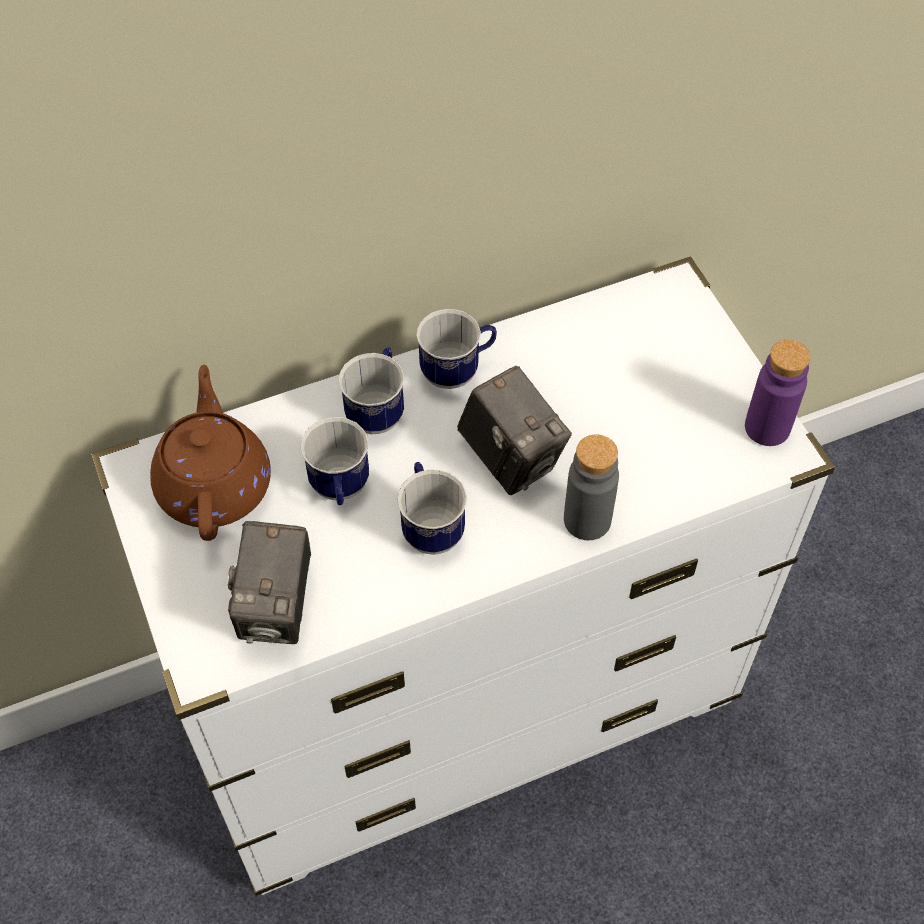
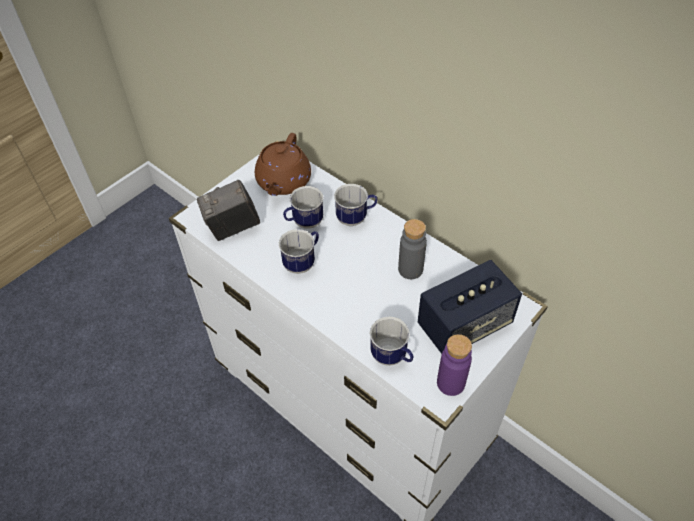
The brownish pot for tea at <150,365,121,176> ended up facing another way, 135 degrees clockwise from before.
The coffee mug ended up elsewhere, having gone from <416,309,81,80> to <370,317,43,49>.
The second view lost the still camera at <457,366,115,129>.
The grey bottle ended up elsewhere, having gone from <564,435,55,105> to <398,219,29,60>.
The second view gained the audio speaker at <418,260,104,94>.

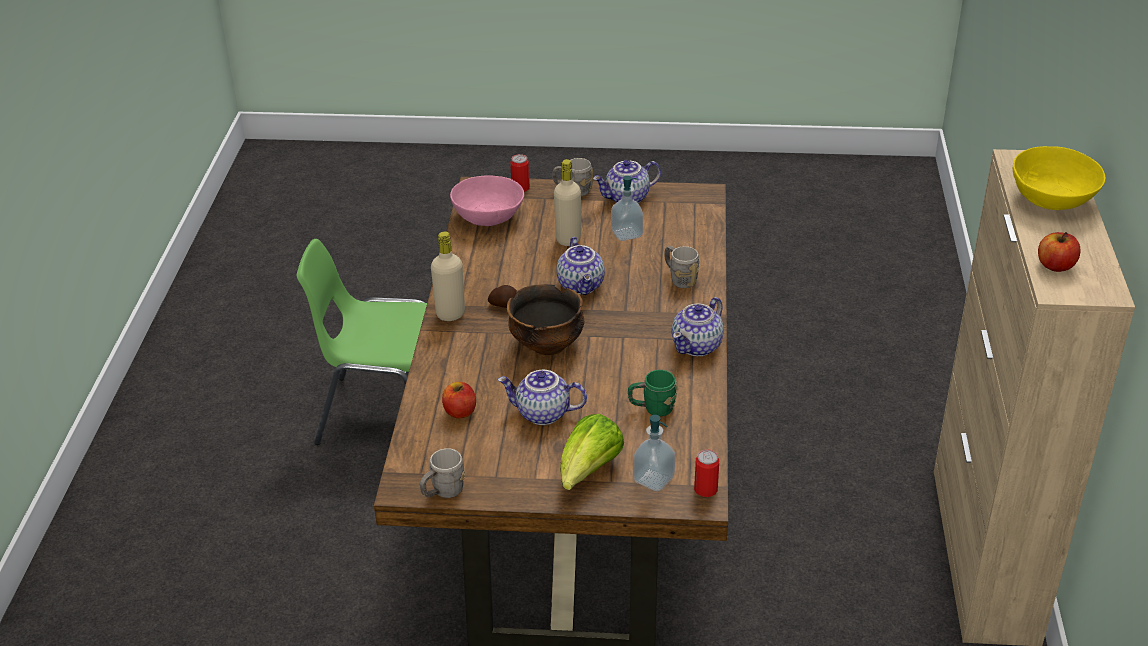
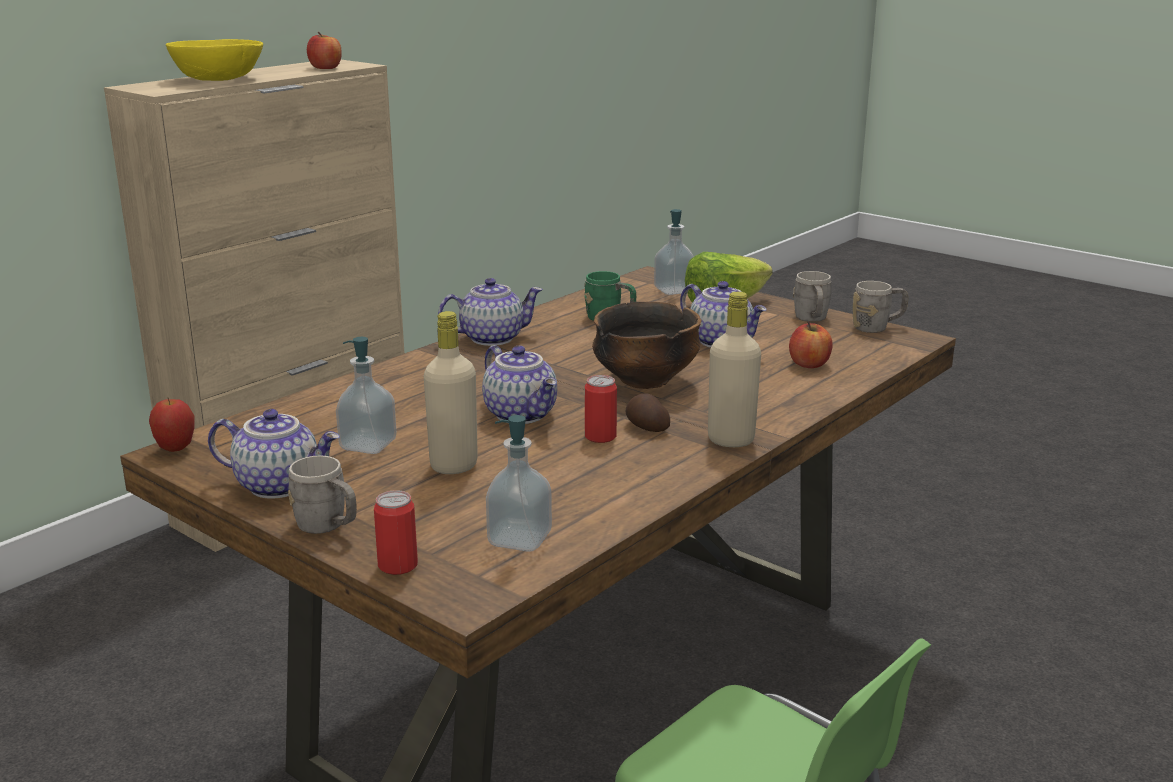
Where the pink-coloured deep dish stood at <450,175,74,51>, the liquid soap bottle came to stand at <486,415,66,137>.
The pot for tea at <556,237,49,58> ended up facing another way, 120 degrees clockwise from before.
The grey coffee mug ended up elsewhere, having gone from <665,246,35,42> to <793,271,38,51>.
The metal can ended up elsewhere, having gone from <694,449,25,48> to <585,375,32,68>.
The second view gained the apple fruit at <149,398,45,54>.

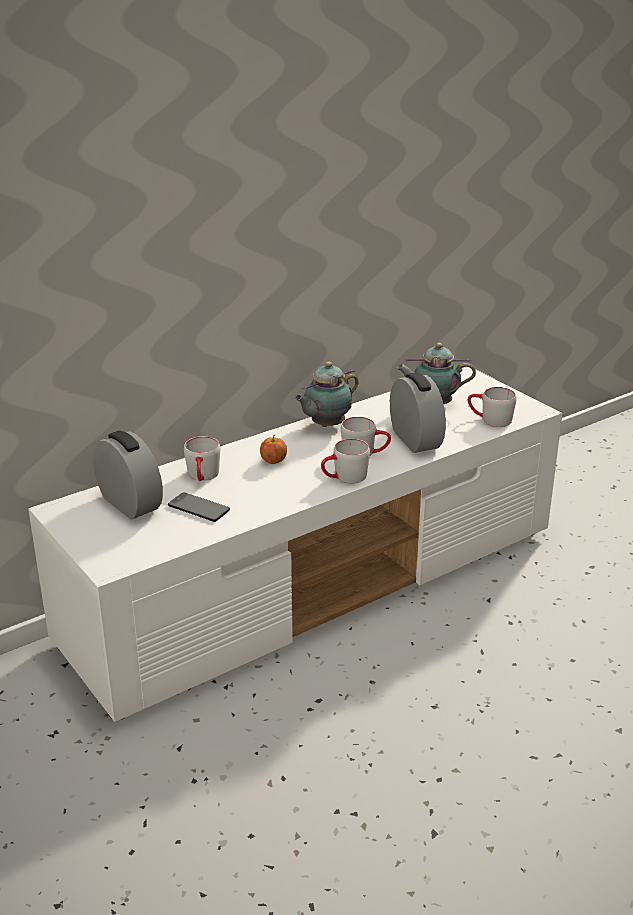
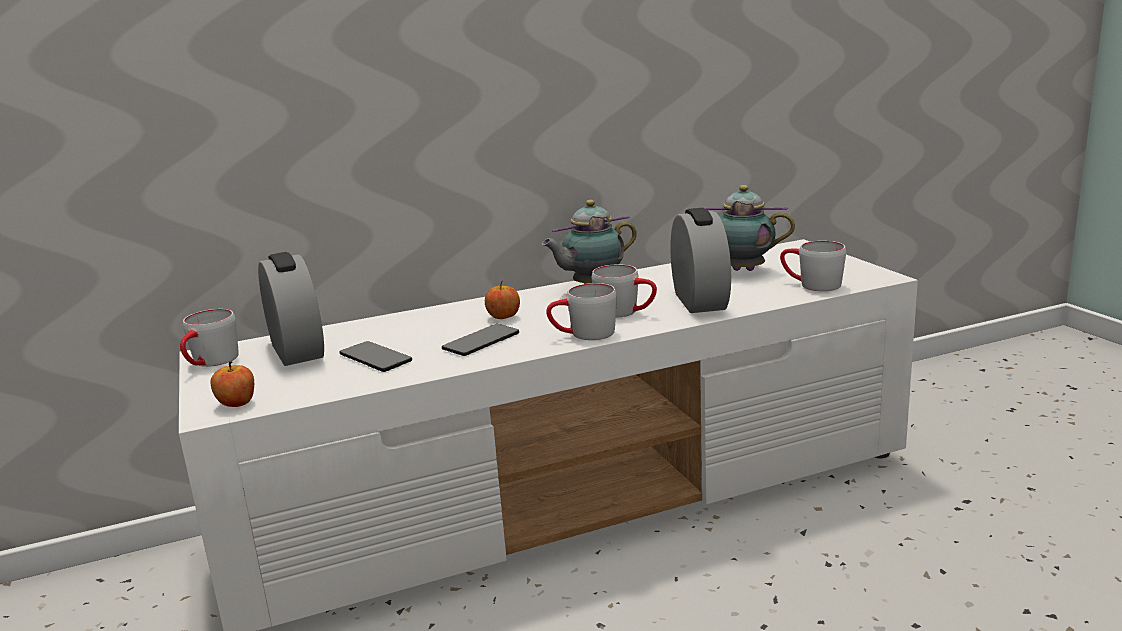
The grey coffee mug ended up elsewhere, having gone from <184,436,36,45> to <180,309,59,58>.
The second view gained the apple fruit at <210,361,44,46>.
The second view gained the telephone at <442,324,77,32>.

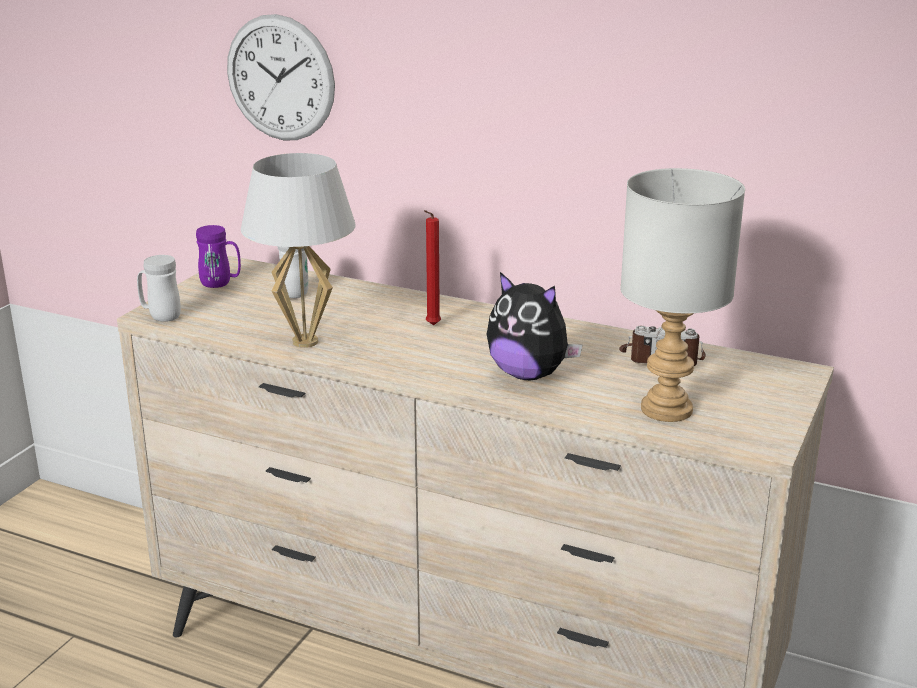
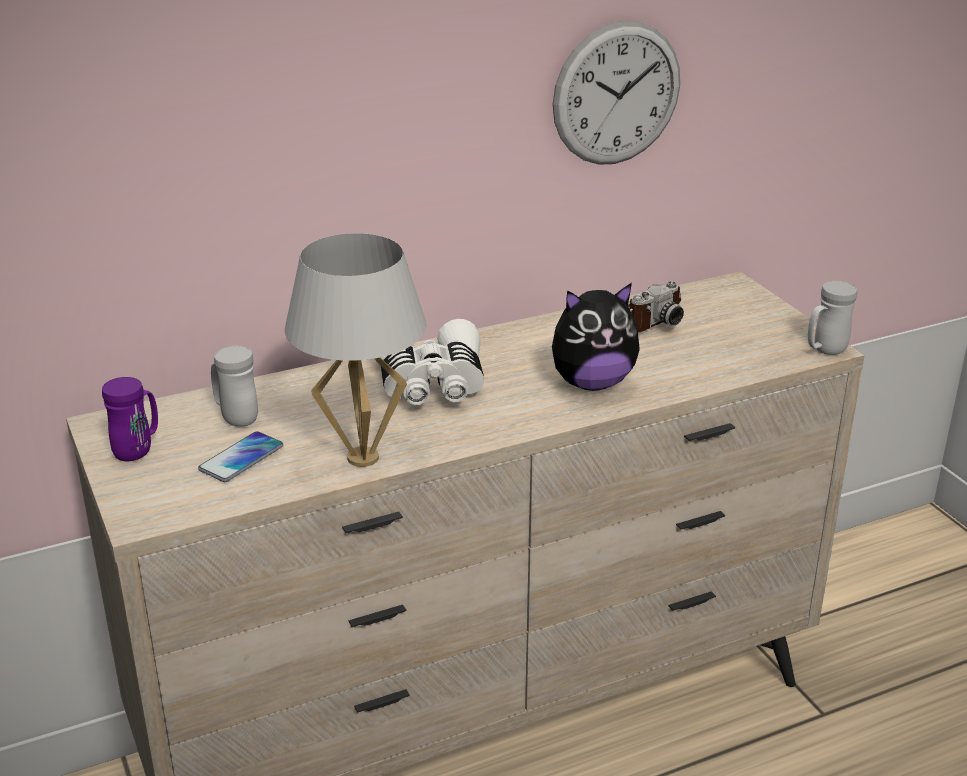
The white coffee mug ended up elsewhere, having gone from <137,255,44,67> to <808,281,49,74>.
The hanging clock ended up elsewhere, having gone from <227,14,108,126> to <553,21,127,144>.
Where the red candle stood at <424,210,17,115>, the white binoculars came to stand at <377,319,107,86>.
The second view lost the grey tabletop lamp at <620,168,125,254>.
The second view gained the telephone at <198,431,85,51>.

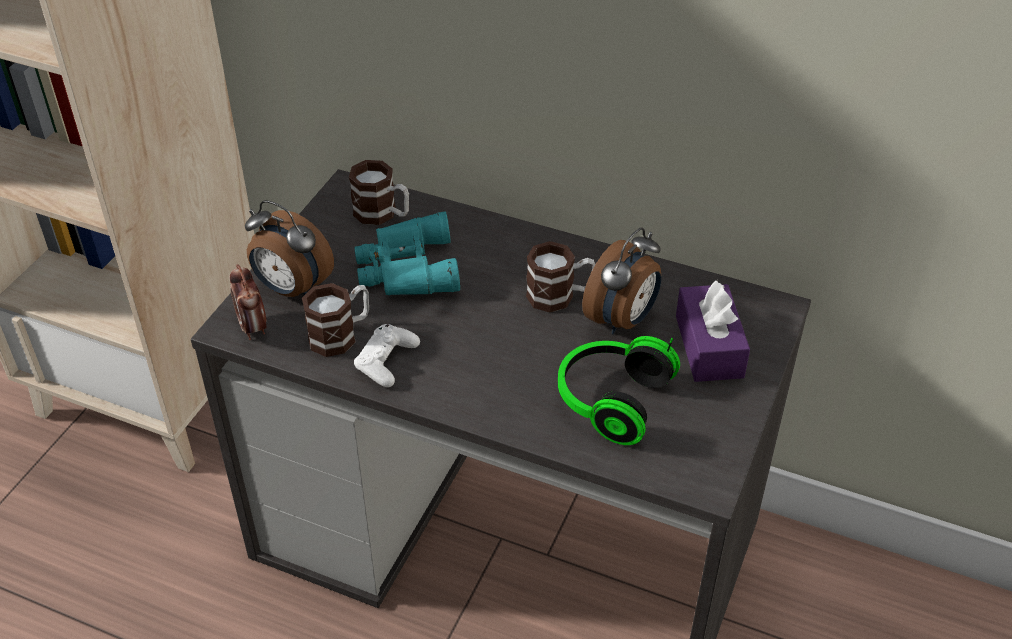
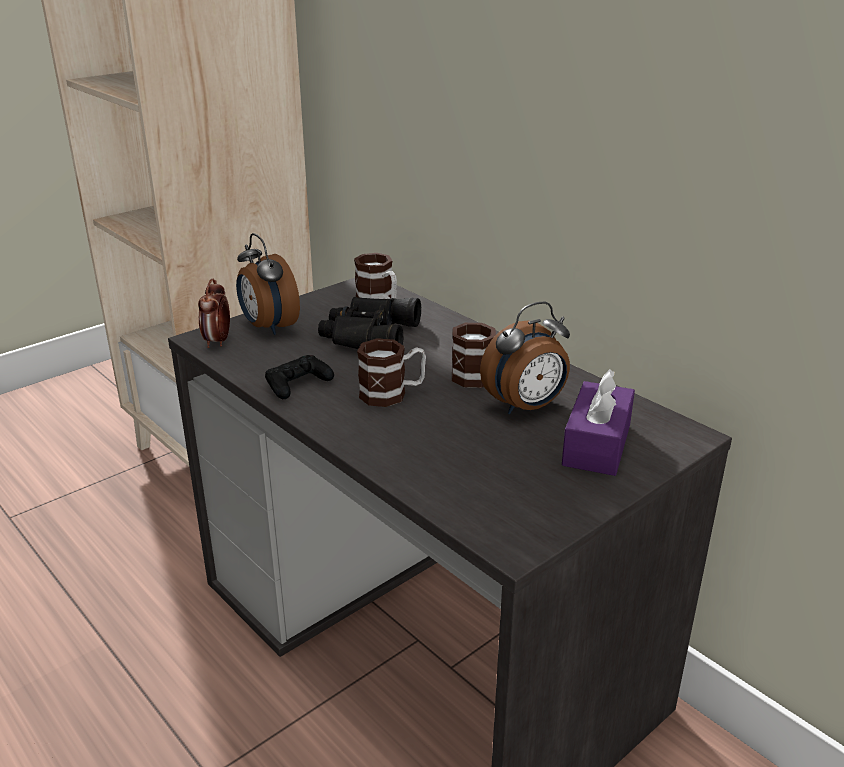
The coffee mug ended up elsewhere, having gone from <302,283,67,74> to <357,338,69,69>.
What was the white gamepad at <354,324,66,63> turned into the black-coloured gamepad at <265,355,69,44>.
What was the blue-green binoculars at <355,212,105,83> turned into the black-coloured binoculars at <318,297,103,52>.
The second view lost the pair of headphones at <558,336,122,109>.

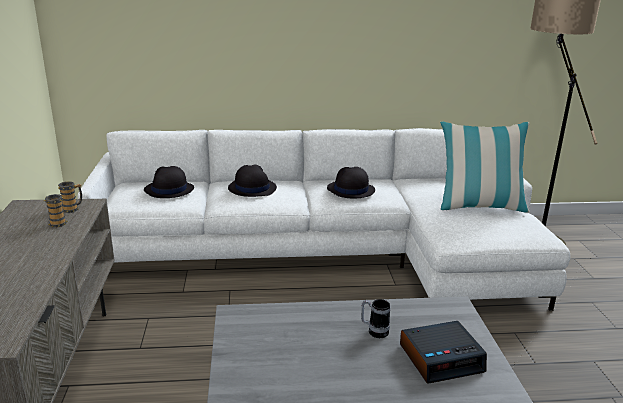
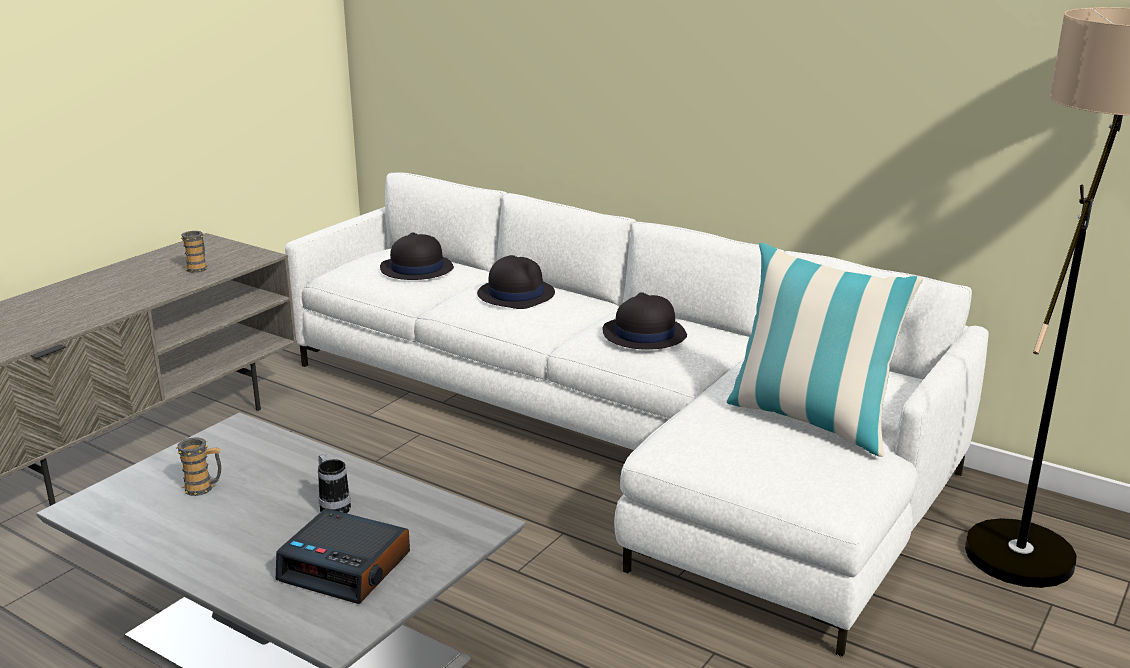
The coffee mug ended up elsewhere, having gone from <58,181,24,32> to <176,437,46,59>.

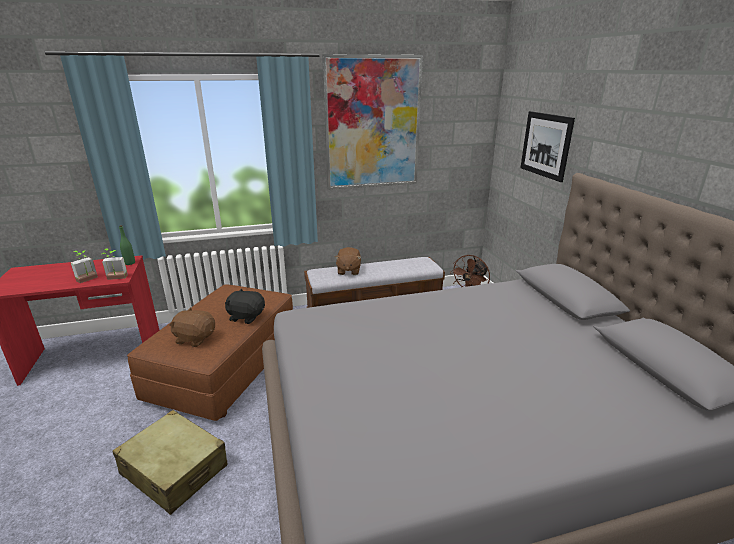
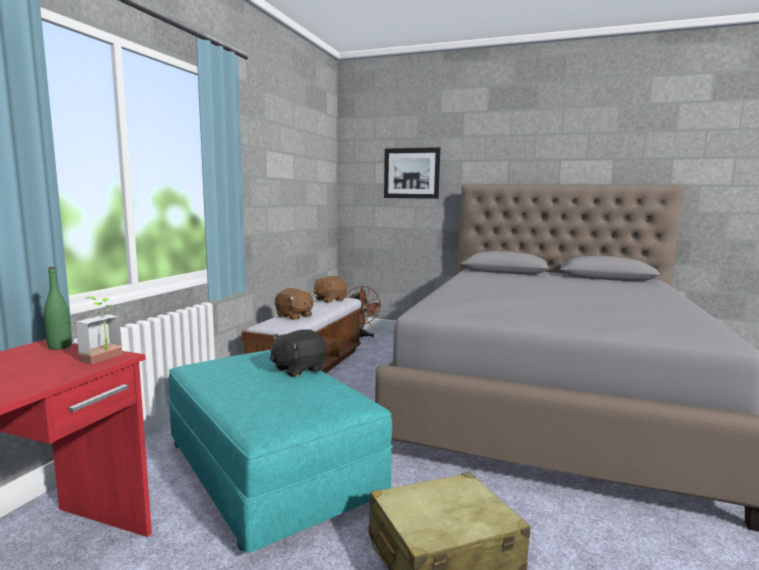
The second view lost the potted plant at <71,250,27,33>.
What was the brownish pouffe at <127,284,166,137> turned into the blue-green pouffe at <168,350,225,203>.
The brownish plush toy ended up elsewhere, having gone from <169,307,46,40> to <313,276,34,27>.
The second view lost the wall picture at <322,54,101,136>.

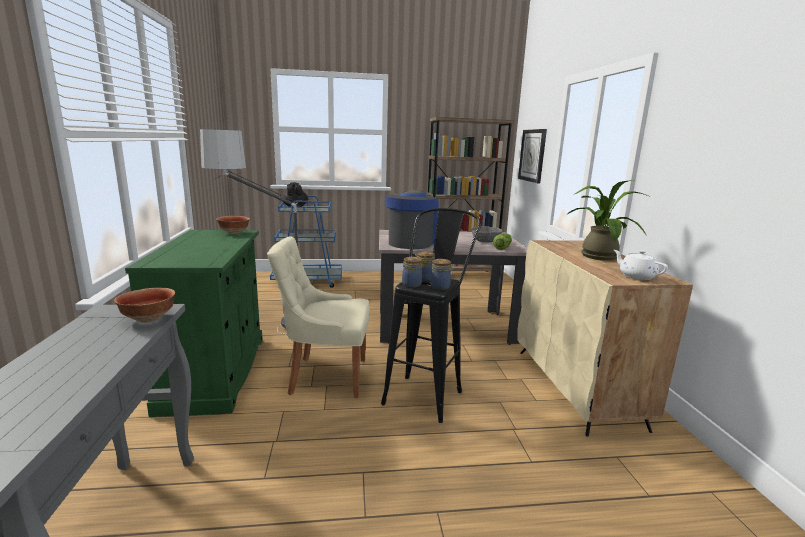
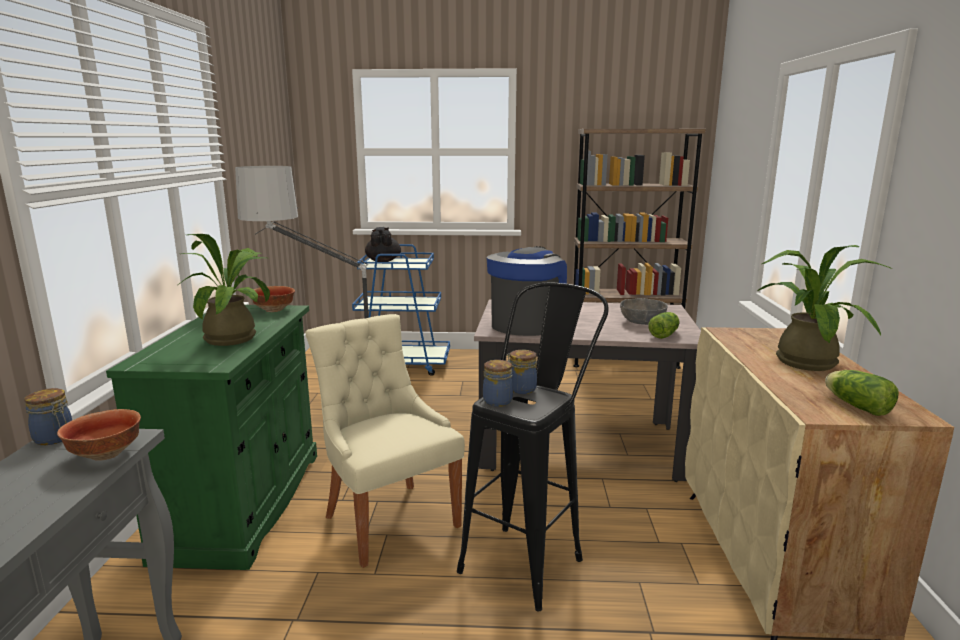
The sand-coloured plain chair at <267,236,103,162> ended up facing another way, 45 degrees clockwise from before.
The jar ended up elsewhere, having gone from <430,259,24,31> to <24,388,48,57>.
The second view lost the hanging clock at <518,129,29,54>.
Where the white pot for tea stood at <614,250,54,30>, the head of lettuce came to stand at <825,370,74,46>.
The second view gained the potted plant at <178,234,92,112>.

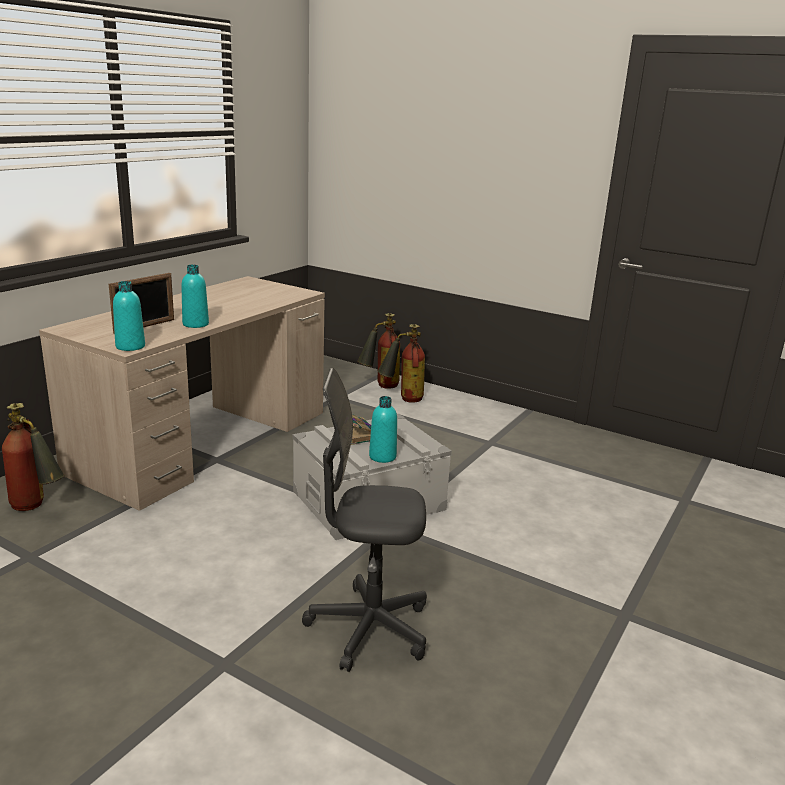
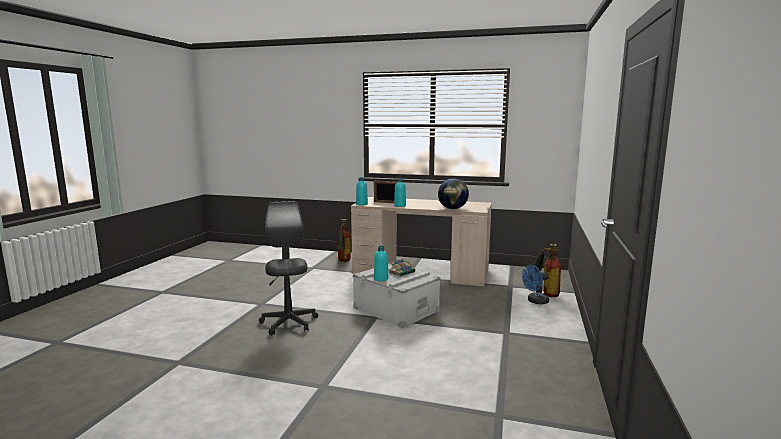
Where the extinguisher stood at <378,324,47,79>, the bluish fan came to stand at <522,265,27,39>.
The second view gained the world globe at <438,179,31,30>.

